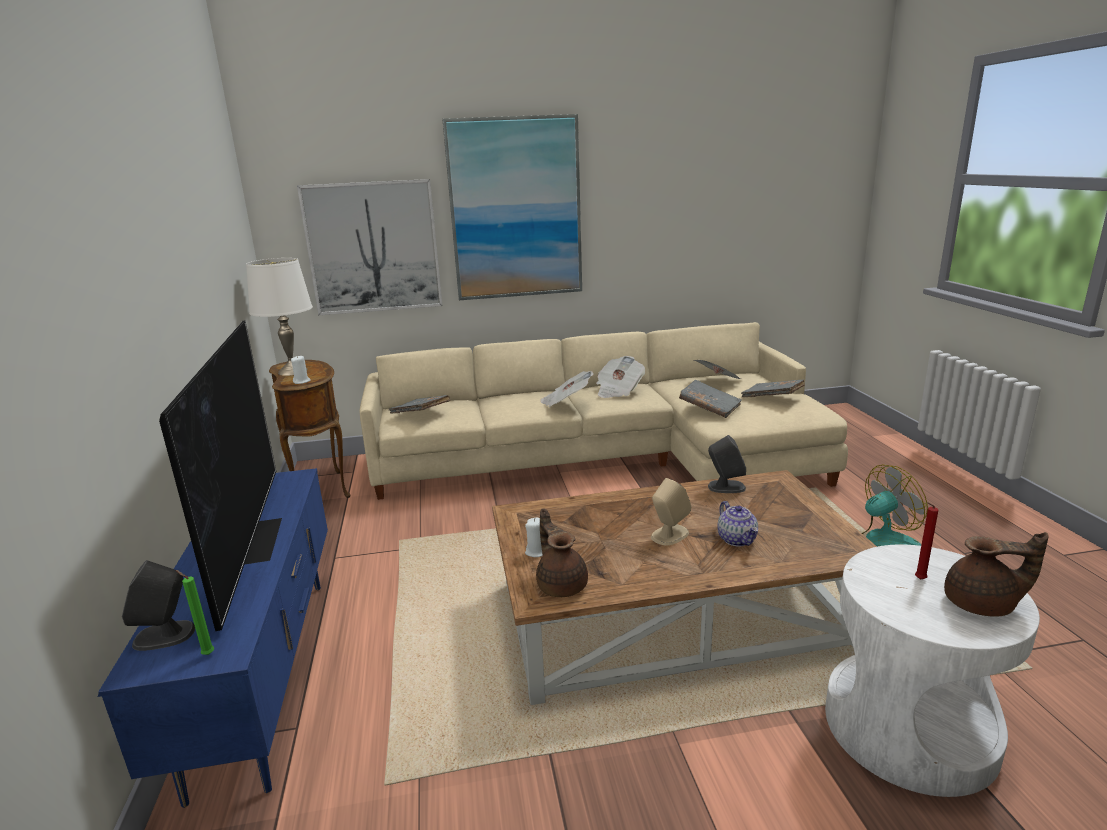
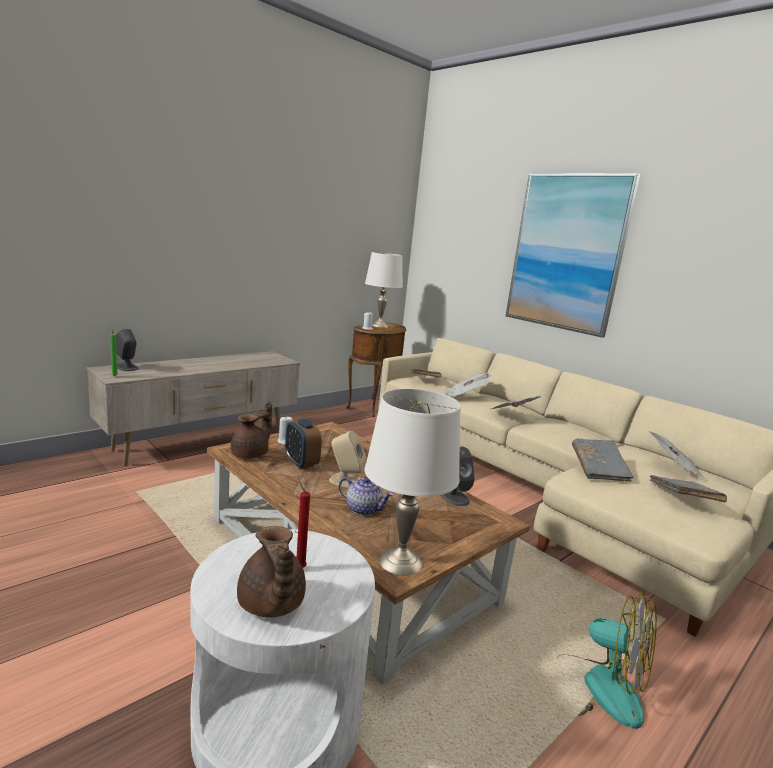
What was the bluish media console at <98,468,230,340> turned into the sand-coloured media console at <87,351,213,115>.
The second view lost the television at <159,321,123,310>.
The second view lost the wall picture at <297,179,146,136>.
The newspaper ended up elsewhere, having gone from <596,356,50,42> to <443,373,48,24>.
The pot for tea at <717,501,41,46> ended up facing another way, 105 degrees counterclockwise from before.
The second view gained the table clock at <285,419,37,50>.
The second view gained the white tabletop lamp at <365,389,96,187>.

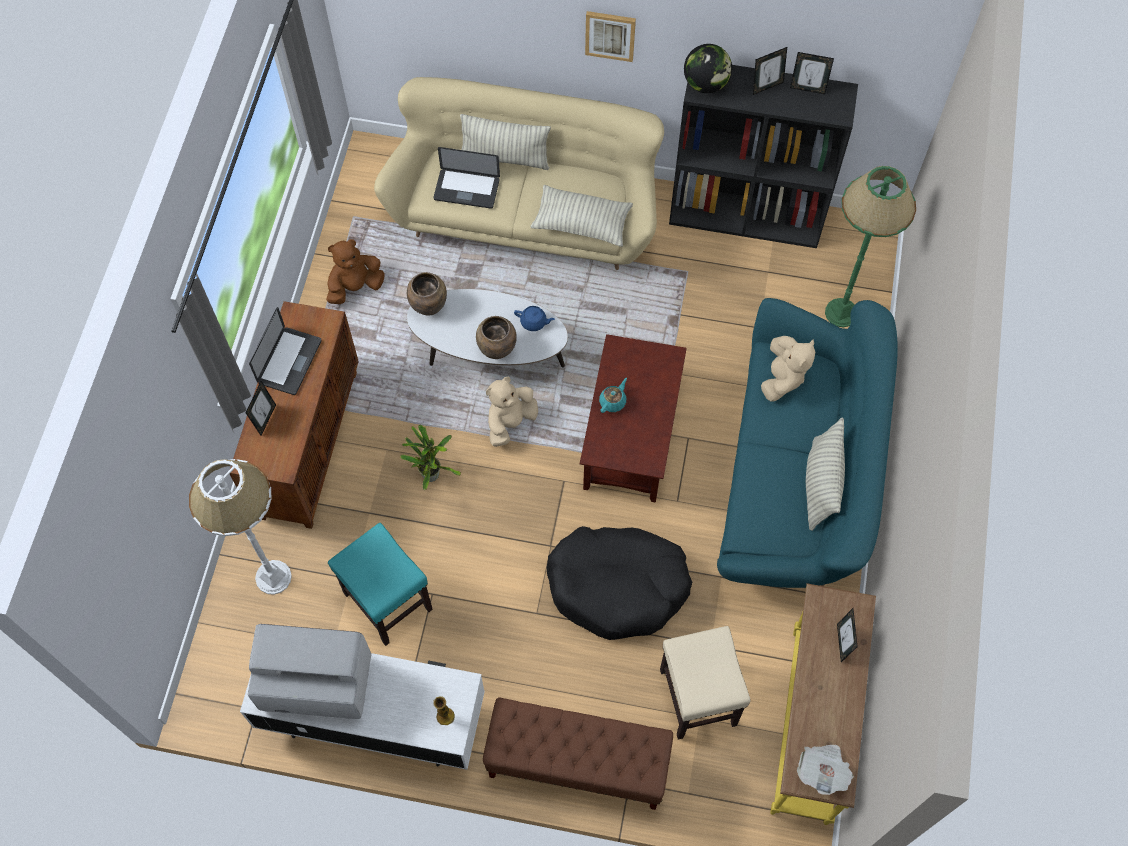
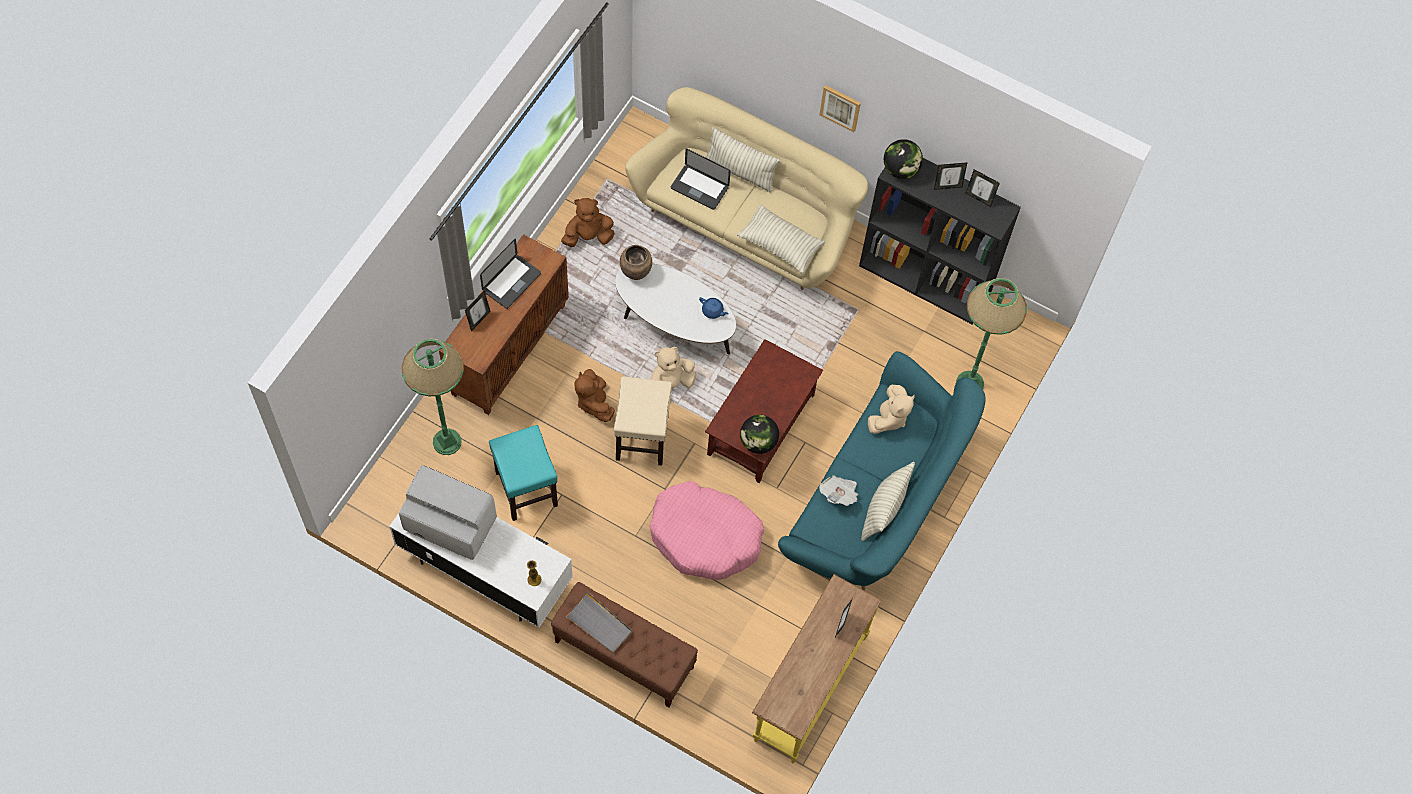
What was the white standing lamp at <189,459,103,135> turned into the greenish standing lamp at <402,339,62,116>.
Where the potted plant stood at <400,425,61,65>, the brownish plush toy came to stand at <575,369,40,53>.
The second view lost the brownish decorative vase at <476,316,41,43>.
What was the black-coloured dog bed at <547,526,145,114> turned into the pink-coloured dog bed at <650,481,114,99>.
The second view lost the blue-green pot for tea at <599,378,28,35>.
The sand-coloured stool seat ended up elsewhere, having gone from <660,626,91,114> to <614,376,58,89>.
The newspaper ended up elsewhere, having gone from <797,744,57,51> to <819,475,39,31>.
The second view gained the grey serving tray at <565,591,67,62>.
The second view gained the world globe at <740,415,39,39>.

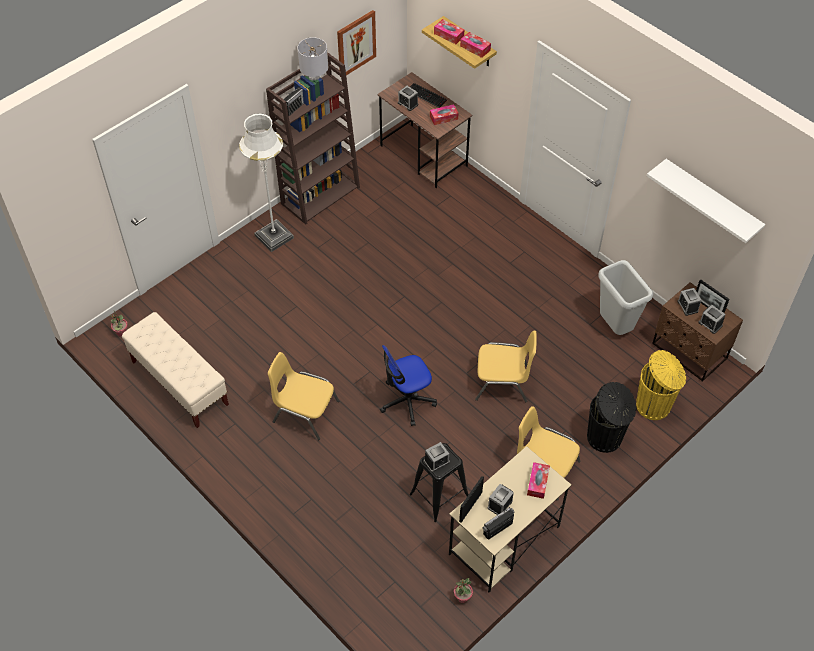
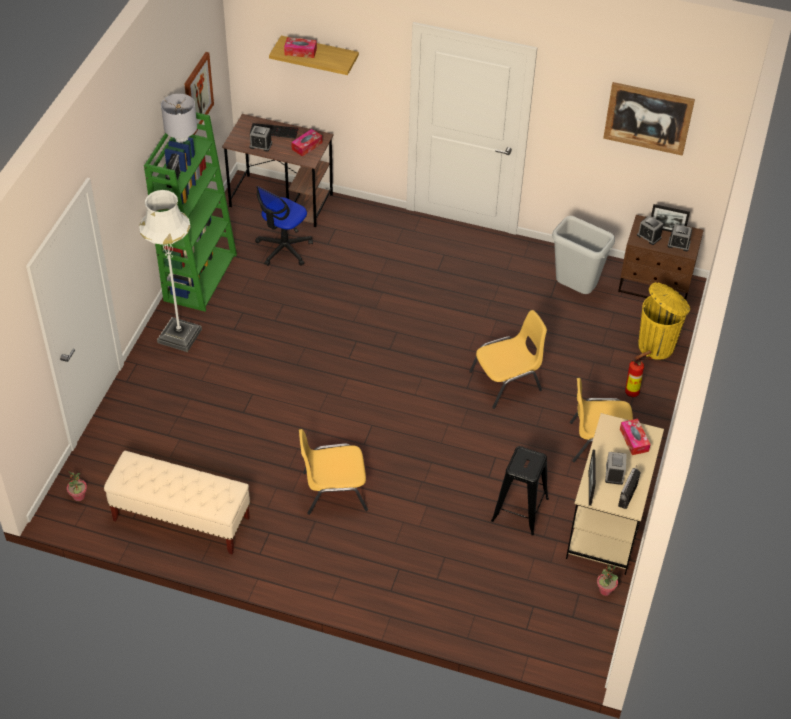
What was the brownish shelving unit at <266,52,94,173> turned into the greenish shelving unit at <144,112,93,199>.
The desk chair ended up elsewhere, having gone from <380,345,57,81> to <255,186,58,80>.
The second view lost the table clock at <424,442,26,30>.
The second view lost the box of tissues at <460,32,31,26>.
Where the black-coloured trash can stood at <587,382,49,71>, the extinguisher came to stand at <625,350,27,47>.
Where the white wall shelf hung at <647,159,118,84>, the wall picture came to hang at <603,82,92,74>.

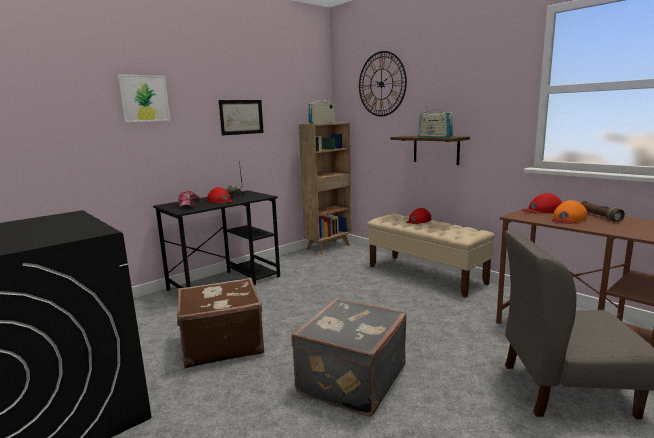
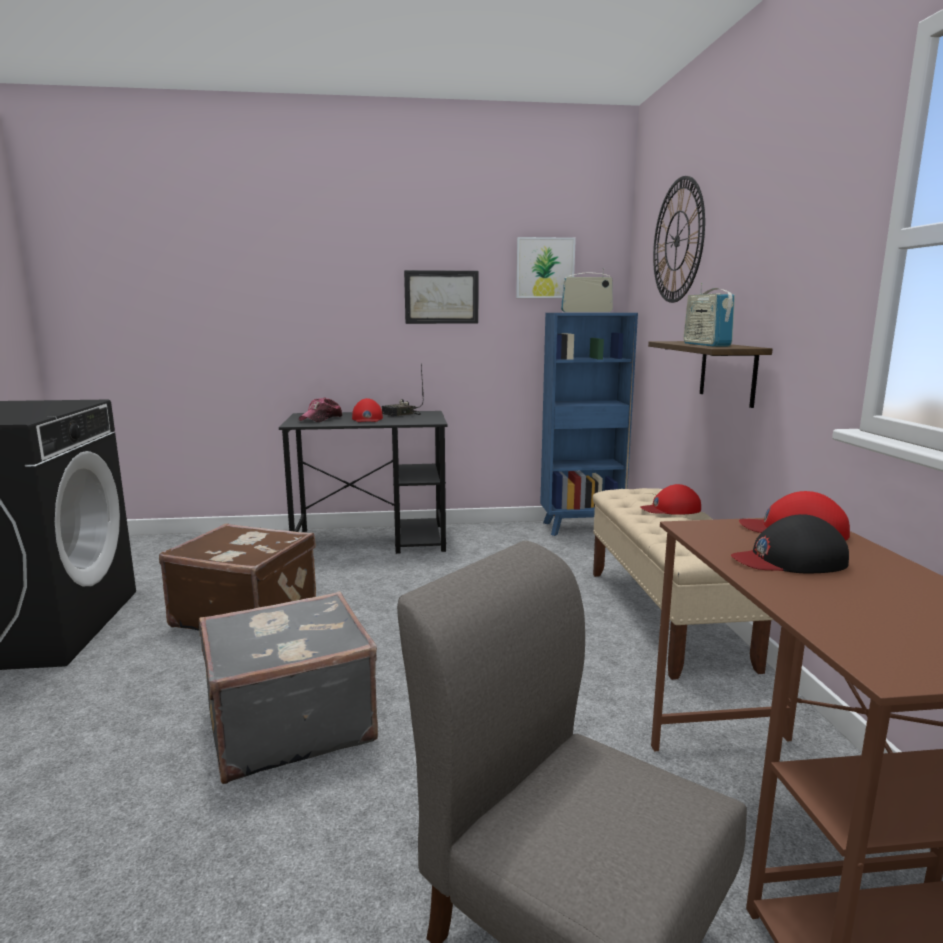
The wall picture ended up elsewhere, having gone from <118,74,52,48> to <516,237,60,61>.
What was the brownish shelving unit at <299,122,53,132> turned into the bluish shelving unit at <540,313,98,223>.
What was the orange cap at <552,200,35,24> turned into the black-coloured cap at <731,514,118,59>.
The second view lost the brownish torch at <581,201,44,21>.

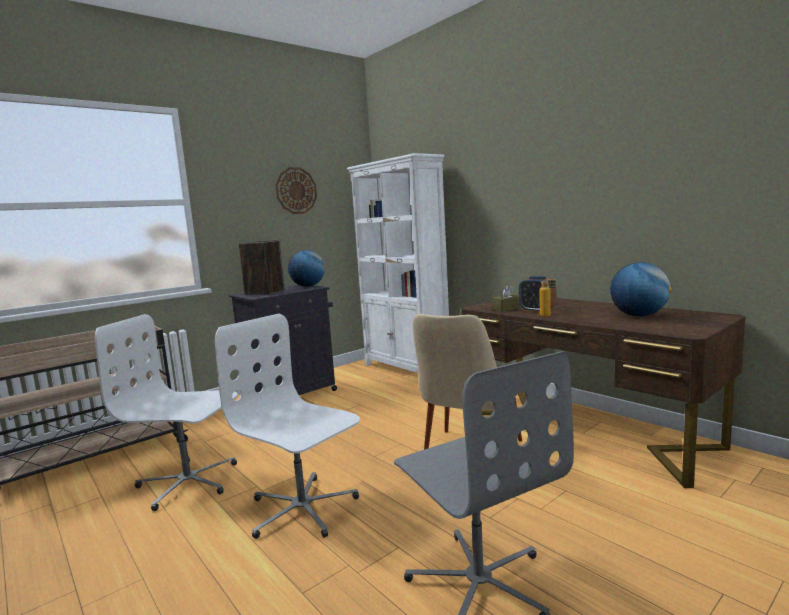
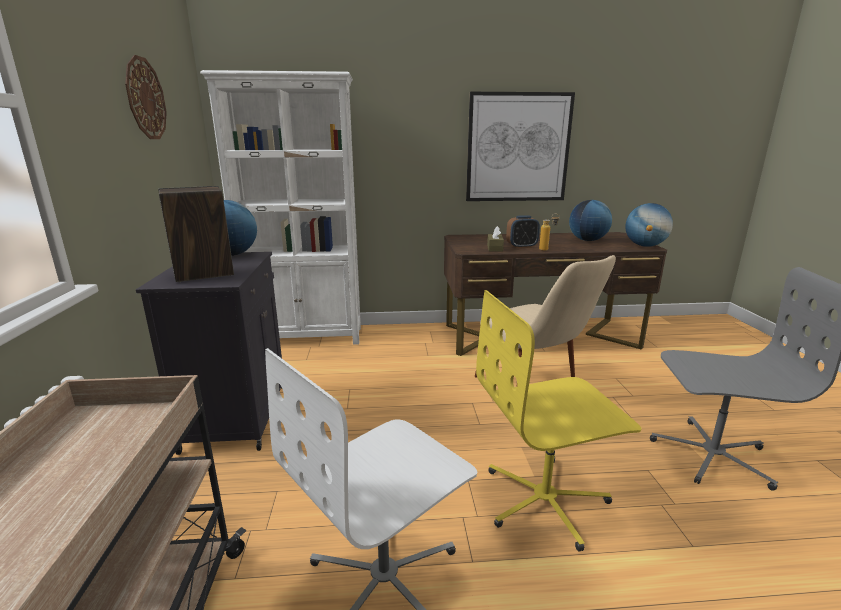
What was the white desk chair at <215,314,145,225> turned into the yellowish desk chair at <476,290,166,262>.
The second view gained the wall picture at <466,92,109,109>.
The second view gained the world globe at <625,203,48,44>.

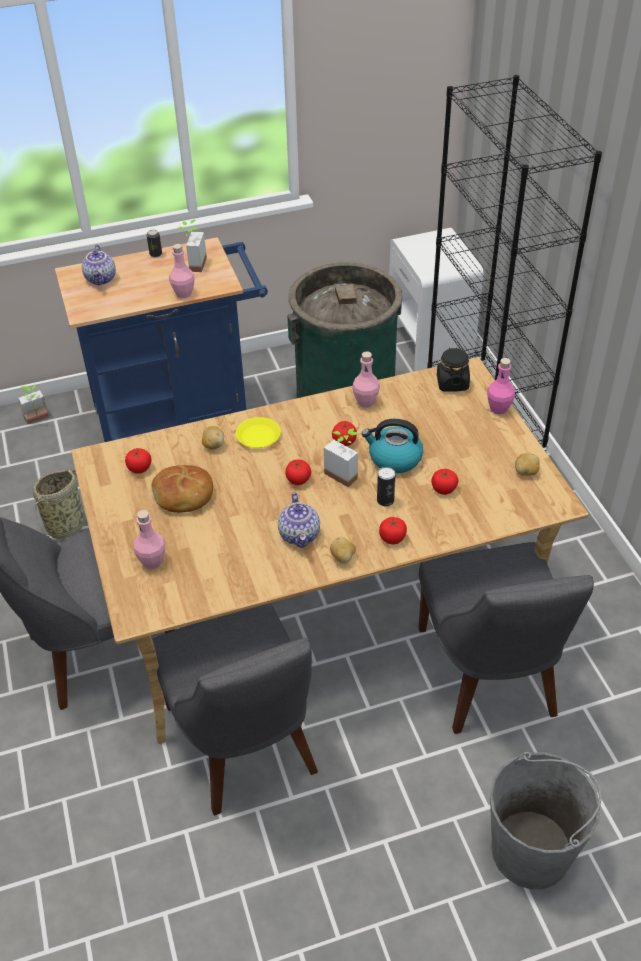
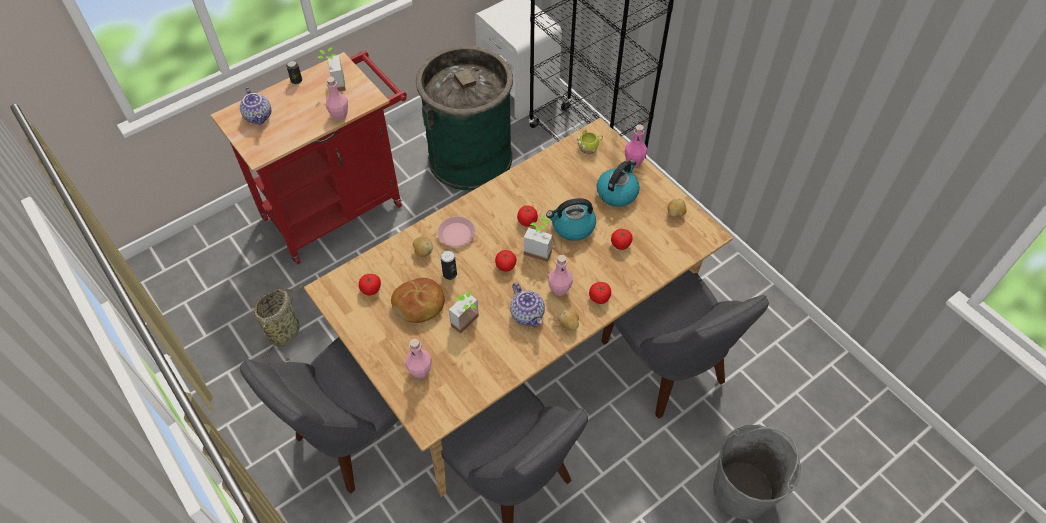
The potted plant ended up elsewhere, having gone from <18,385,31,39> to <449,291,30,43>.
What was the bluish wheeled cart at <55,237,213,205> turned into the red wheeled cart at <211,51,196,213>.
What was the yellowish plate at <236,417,45,31> turned into the pink-coloured plate at <437,216,38,31>.
The pink-coloured bottle ended up elsewhere, having gone from <352,352,28,56> to <548,255,25,41>.
The metal can ended up elsewhere, having gone from <377,467,18,39> to <440,250,17,30>.
Where the black-coloured jar stood at <437,348,33,44>, the yellowish coffee mug came to stand at <577,130,26,24>.
The second view gained the water kettle at <597,160,43,47>.

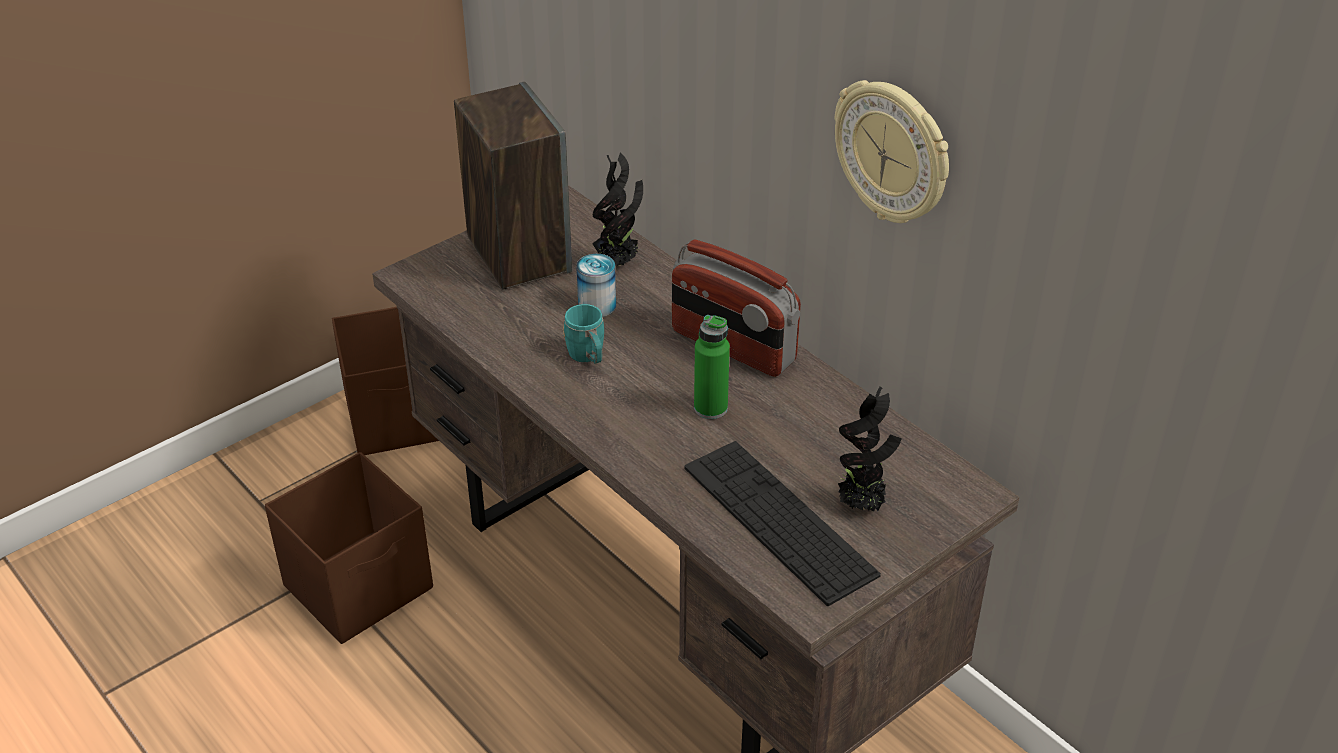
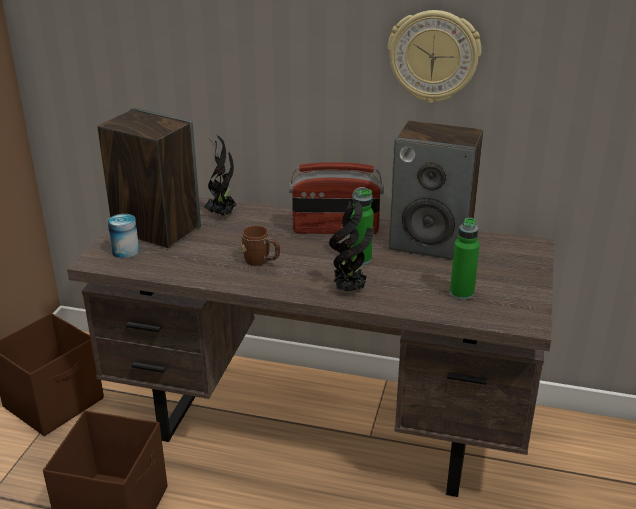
What was the blue-green coffee mug at <563,304,41,59> turned into the brownish coffee mug at <241,226,39,40>.
The metal can ended up elsewhere, having gone from <576,254,40,63> to <108,214,31,44>.
Where the PC keyboard stood at <685,441,196,165>, the greenish bottle came to stand at <450,218,30,82>.
The potted plant ended up elsewhere, having gone from <838,386,64,126> to <329,201,45,91>.
The second view gained the audio speaker at <389,121,94,139>.

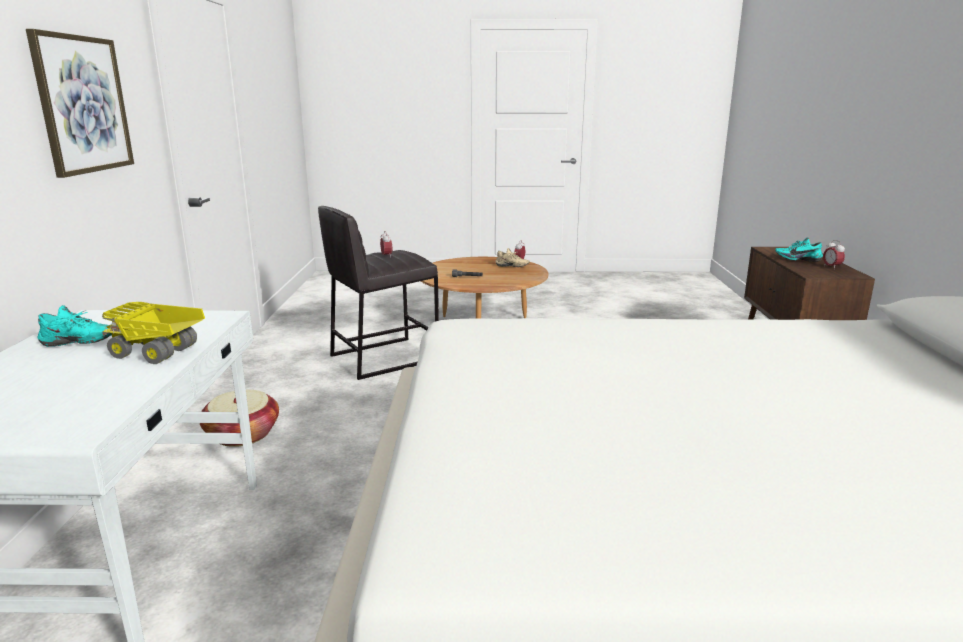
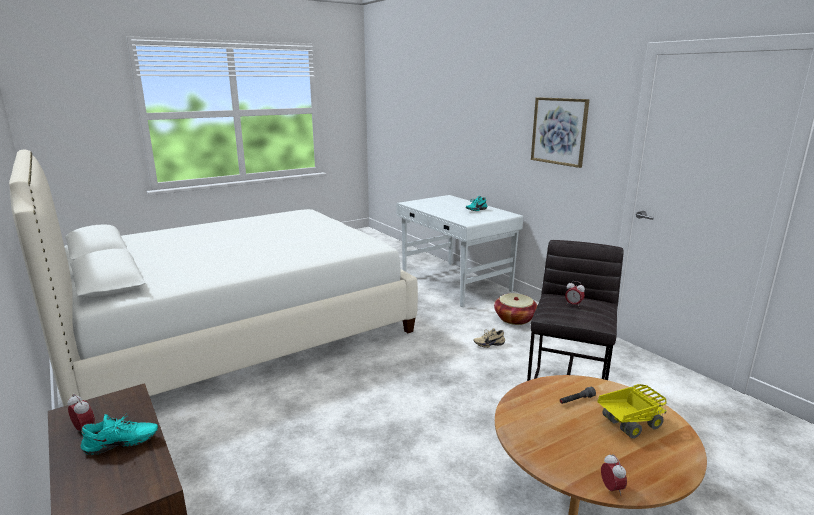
The toy truck ended up elsewhere, having gone from <102,302,103,62> to <597,384,70,55>.
The sand-coloured item of footwear ended up elsewhere, having gone from <495,248,35,19> to <473,328,32,20>.

